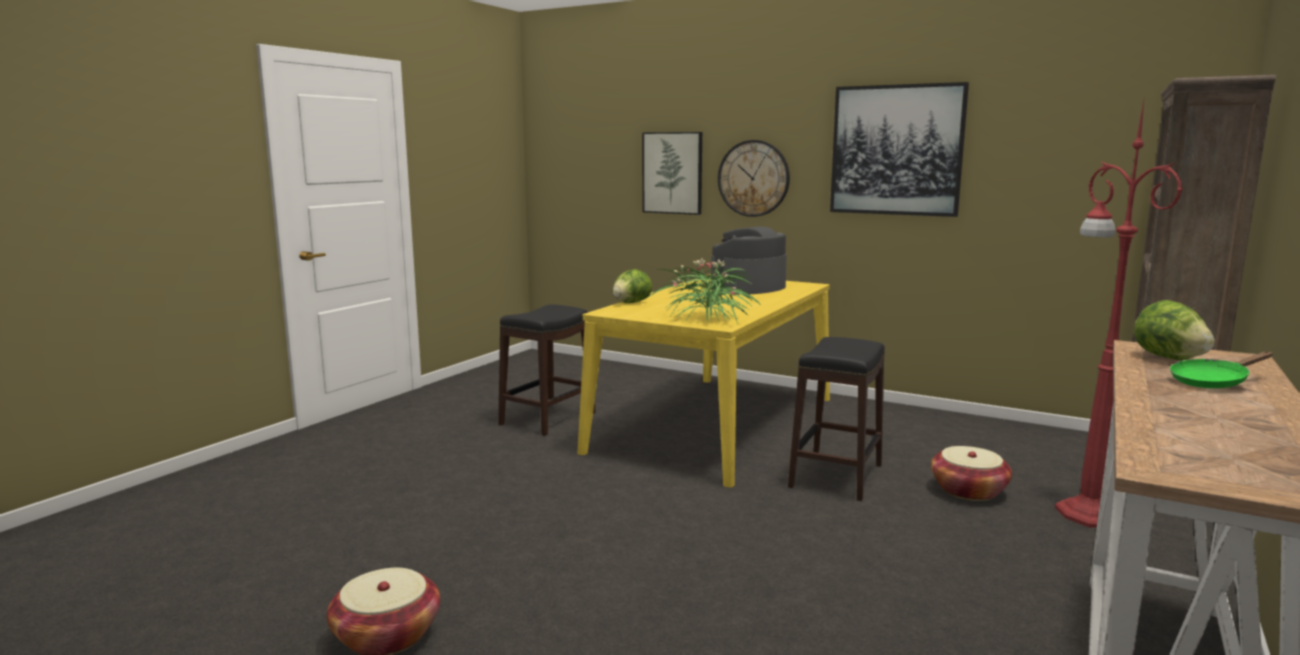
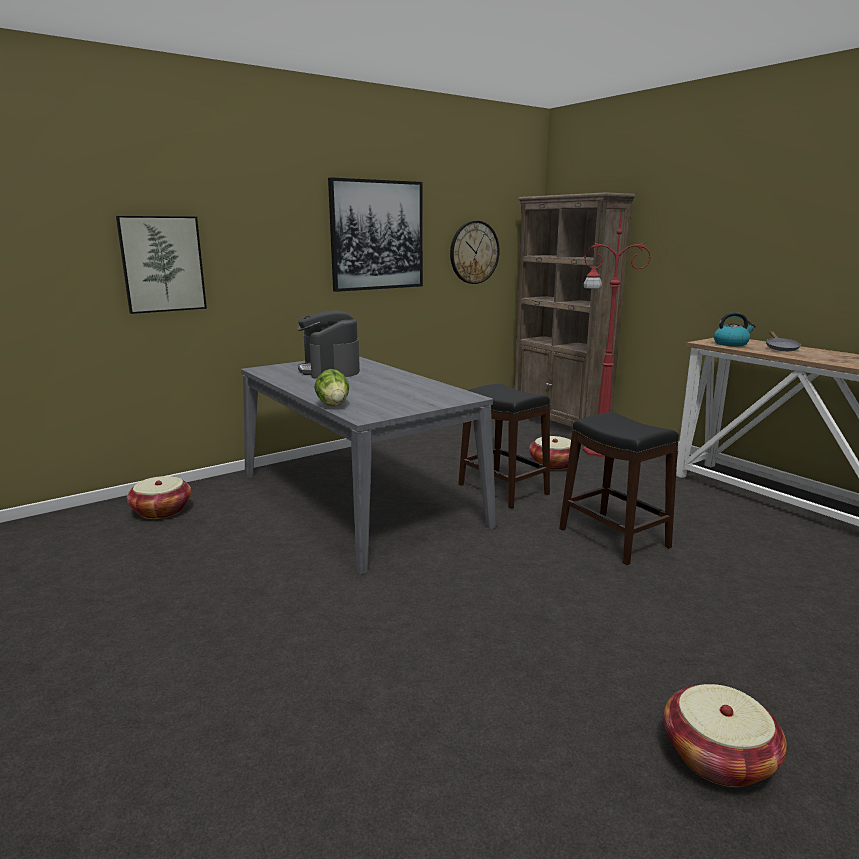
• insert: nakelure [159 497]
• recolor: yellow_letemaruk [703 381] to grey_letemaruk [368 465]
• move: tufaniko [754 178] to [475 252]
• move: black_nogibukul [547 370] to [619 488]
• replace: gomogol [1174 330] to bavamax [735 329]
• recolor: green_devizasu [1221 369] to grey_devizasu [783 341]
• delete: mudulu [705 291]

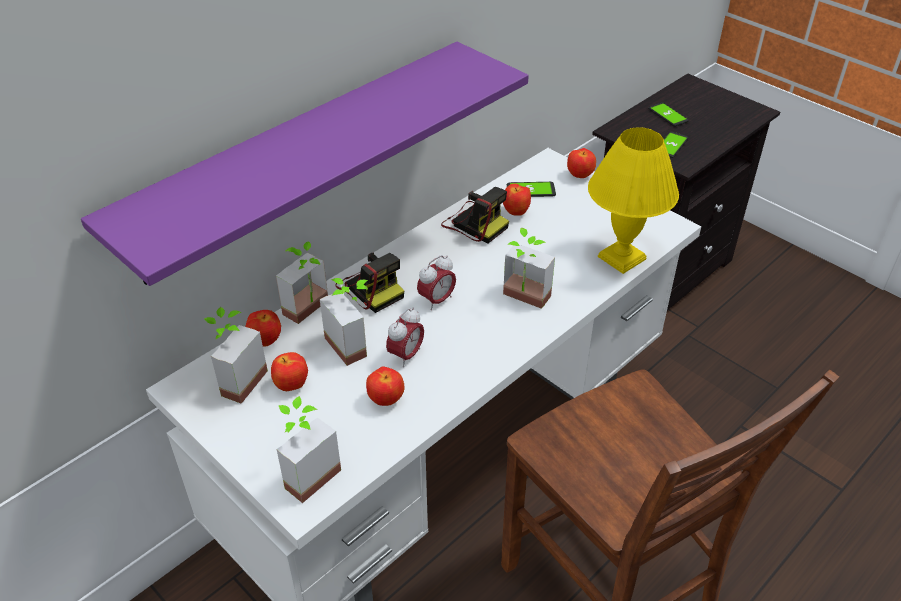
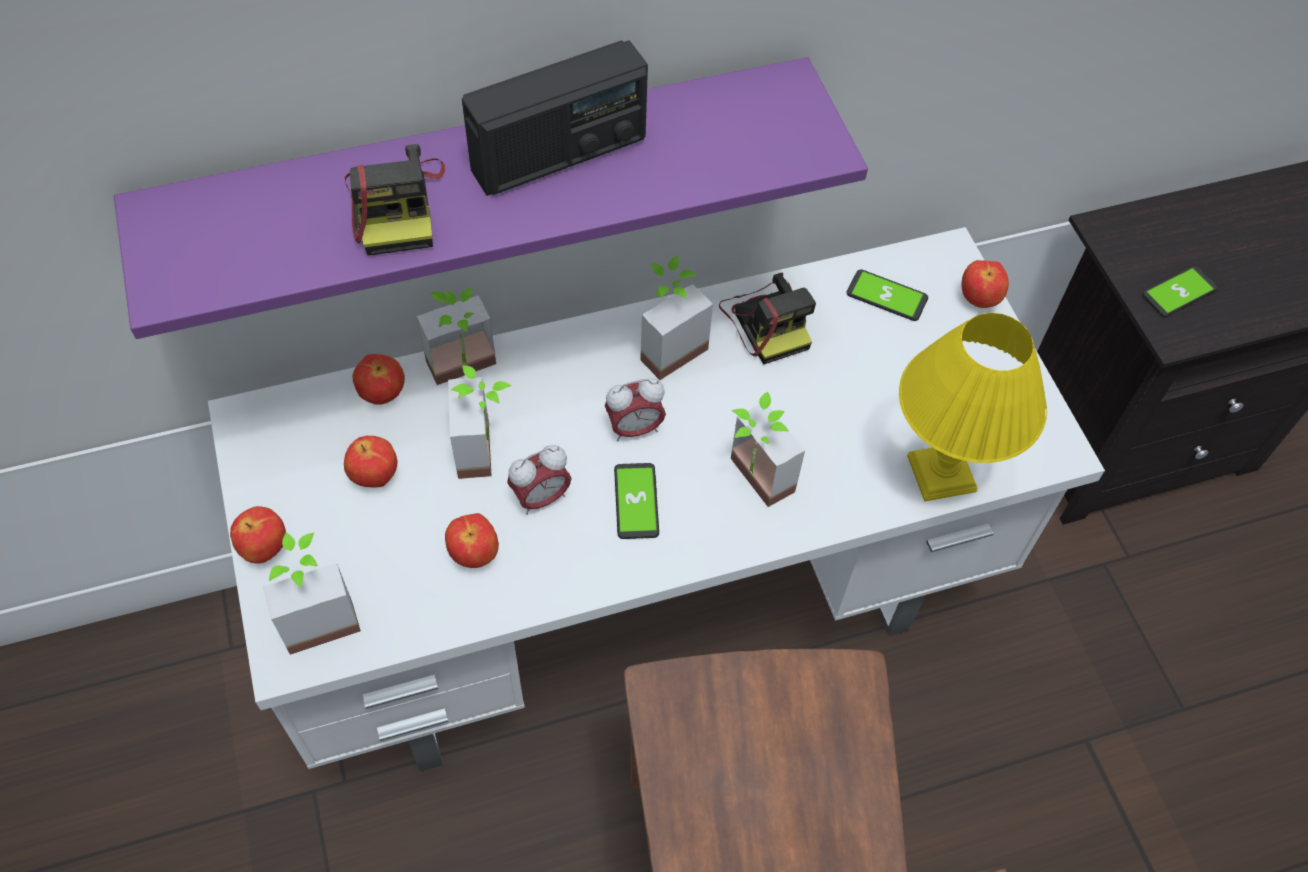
• move: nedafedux [517 200] to [258 535]
• move: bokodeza [369 282] to [394 200]
• insert: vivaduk [555 118]
• move: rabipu [668 114] to [636 501]
• move: mudulu [236 355] to [676 318]

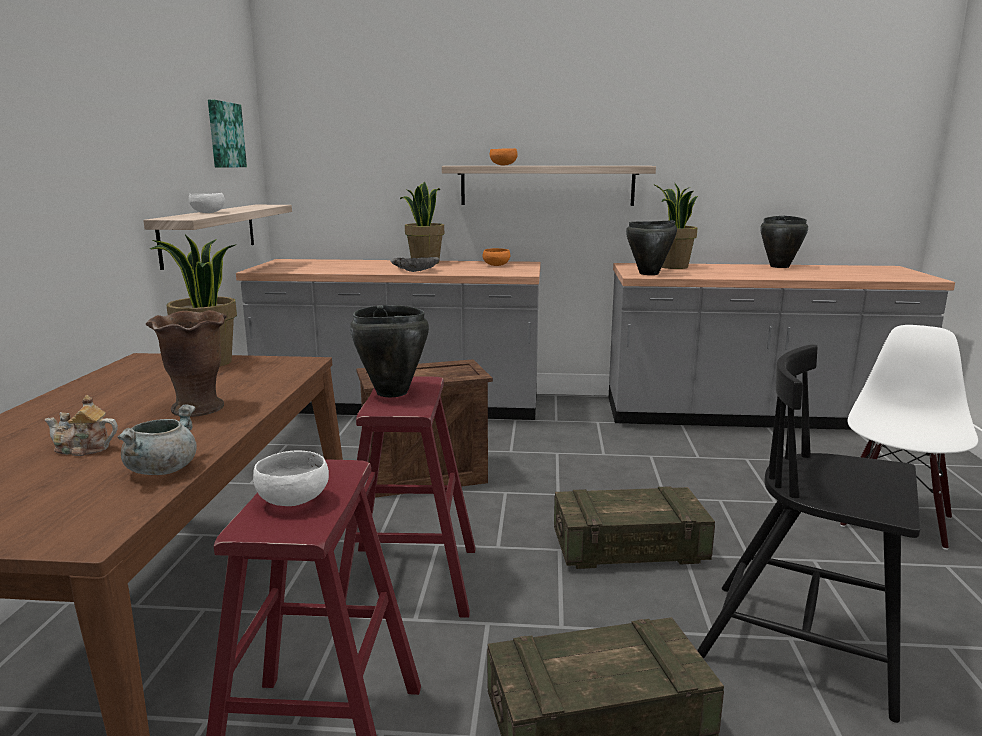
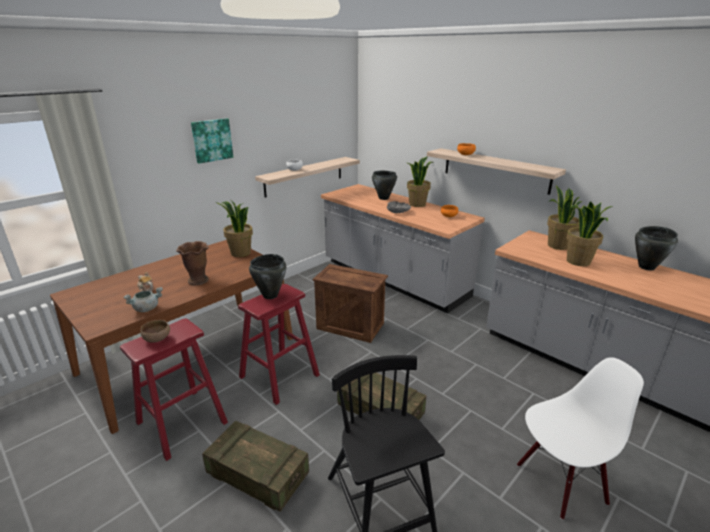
• recolor: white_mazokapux [291 478] to brown_mazokapux [155 331]
• move: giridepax [227 134] to [212 141]
• move: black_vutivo [651 247] to [384 185]
• insert: mudulu [589 233]

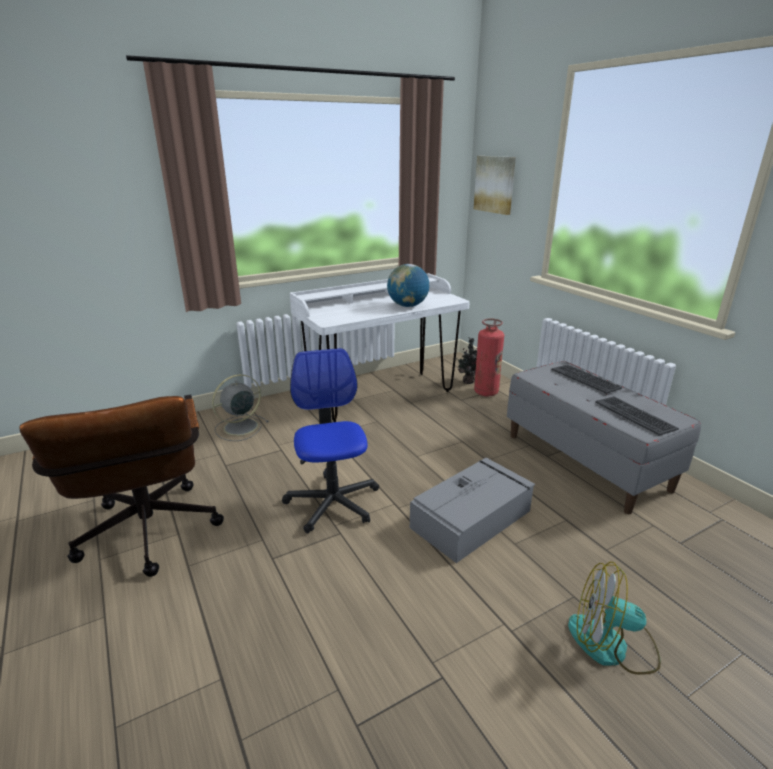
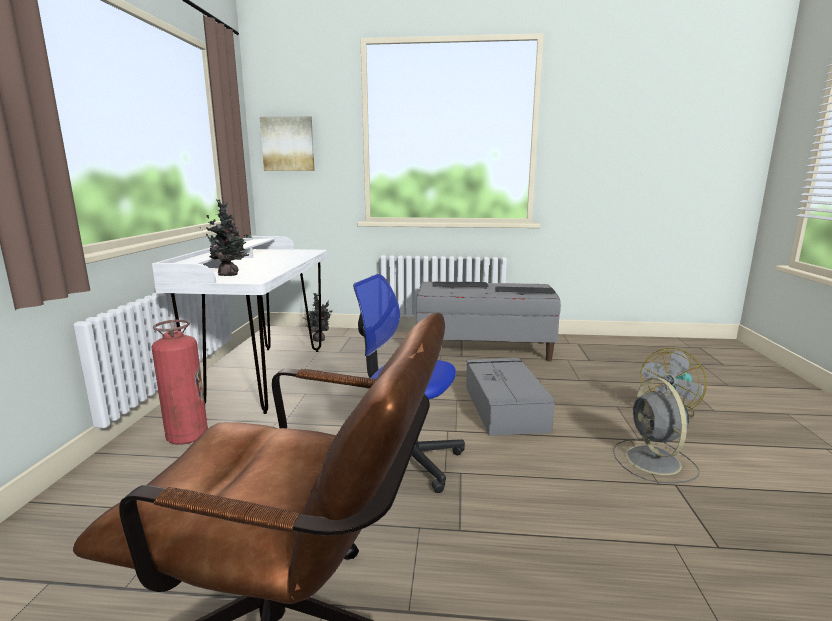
• move: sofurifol [489 357] to [179 382]
• insert: mudulu [229 238]
• move: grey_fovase [240 407] to [656 431]
• delete: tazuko [408 285]

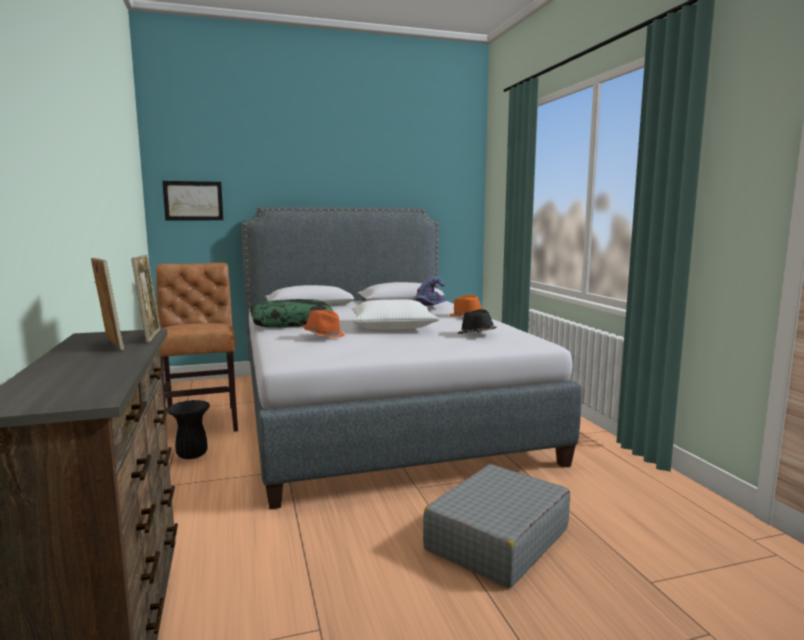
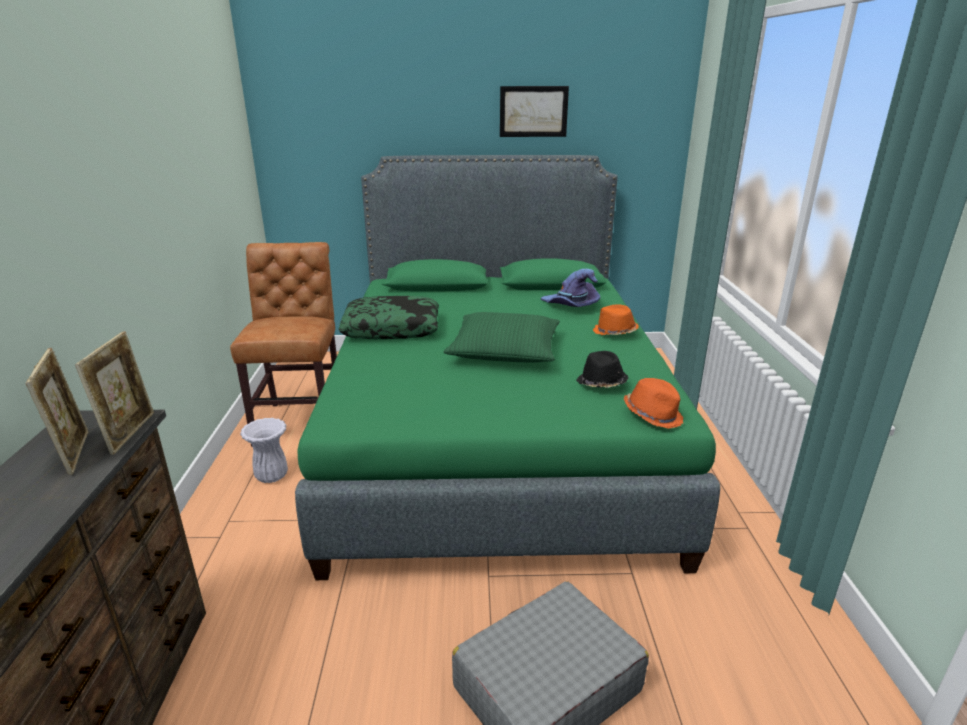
• recolor: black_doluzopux [189 429] to white_doluzopux [264 450]
• recolor: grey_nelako [411 358] to green_nelako [507 367]
• recolor: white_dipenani [396 314] to green_dipenani [501 337]
• move: giridepax [192 200] to [534 111]
• move: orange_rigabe [323 324] to [653 403]

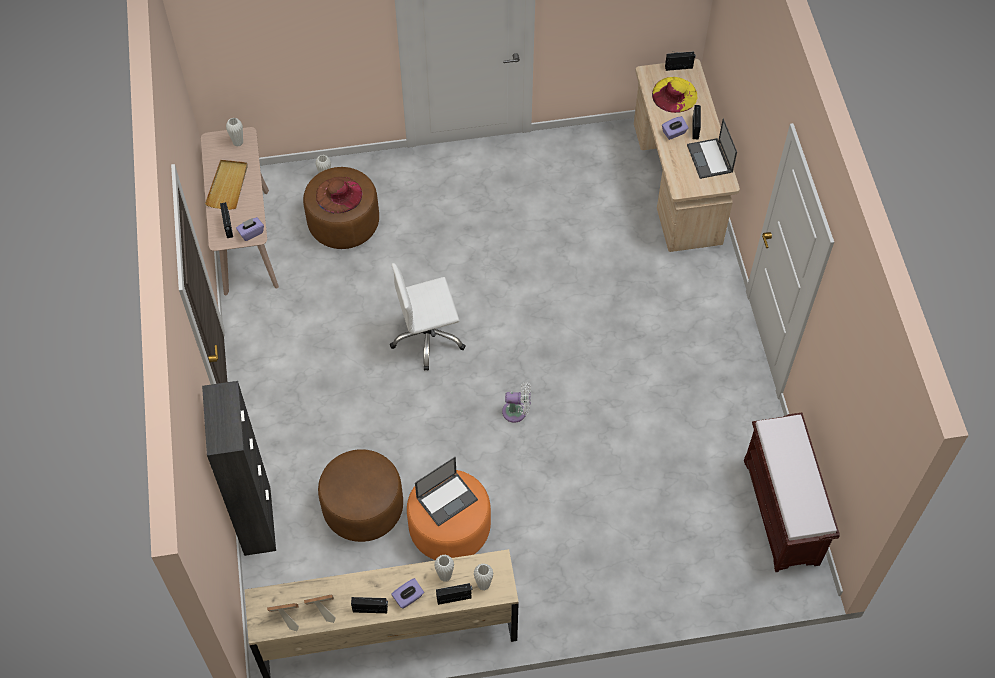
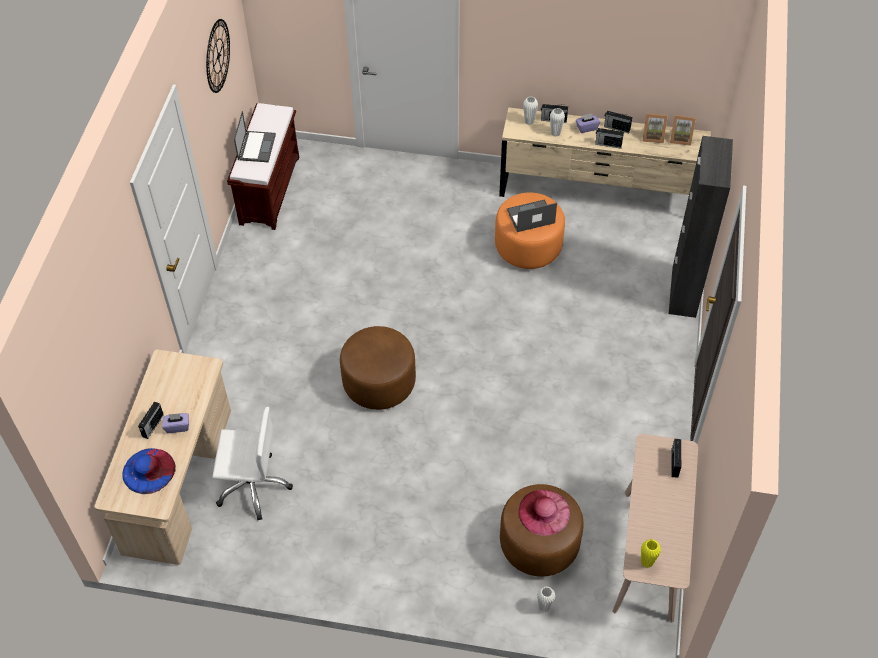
• recolor: yellow_rigabe [675 95] to blue_rigabe [149 471]
• insert: tufaniko [218 56]
• move: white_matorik [428 317] to [252 463]
• move: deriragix [712 148] to [255 137]
• move: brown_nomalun [360 495] to [378 368]
• recolor: brown_rigabe [339 195] to pink_rigabe [544 513]
• move: vivaduk [680 61] to [609 138]
• recolor: white_doluzopux [234 132] to yellow_doluzopux [651 553]
• delete: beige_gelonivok [226 185]
• delete: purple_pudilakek [250 229]
• delete: white_fovase [516 402]

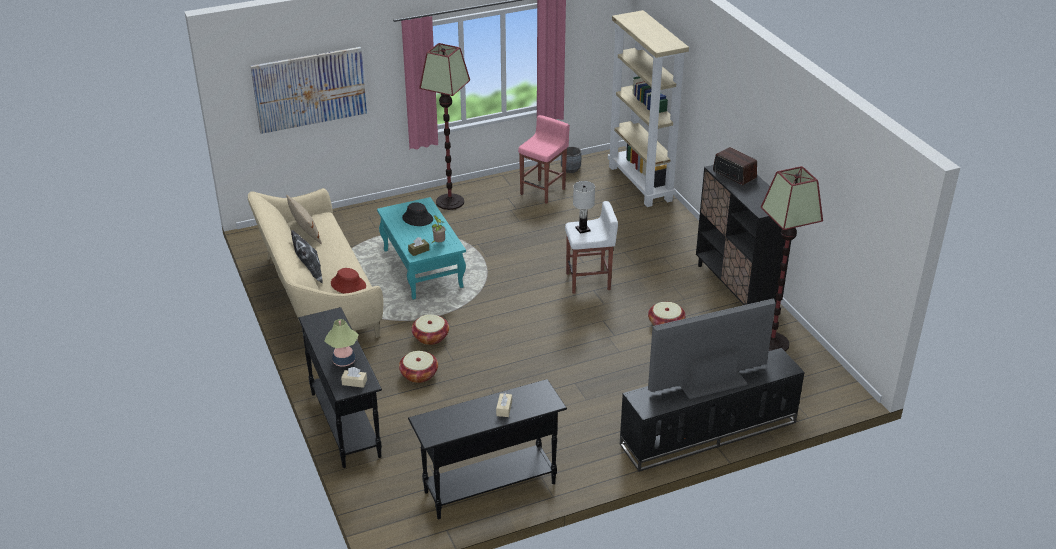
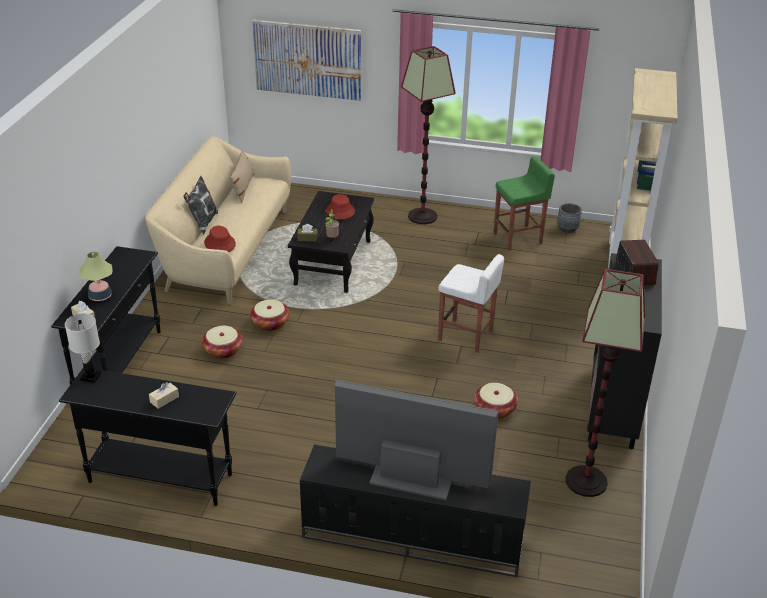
• move: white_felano [584 207] to [83 348]
• recolor: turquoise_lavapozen [421 248] to black_lavapozen [331 242]
• recolor: black_rigabe [417 214] to red_rigabe [340 206]
• recolor: pink_nogibukul [544 159] to green_nogibukul [524 204]

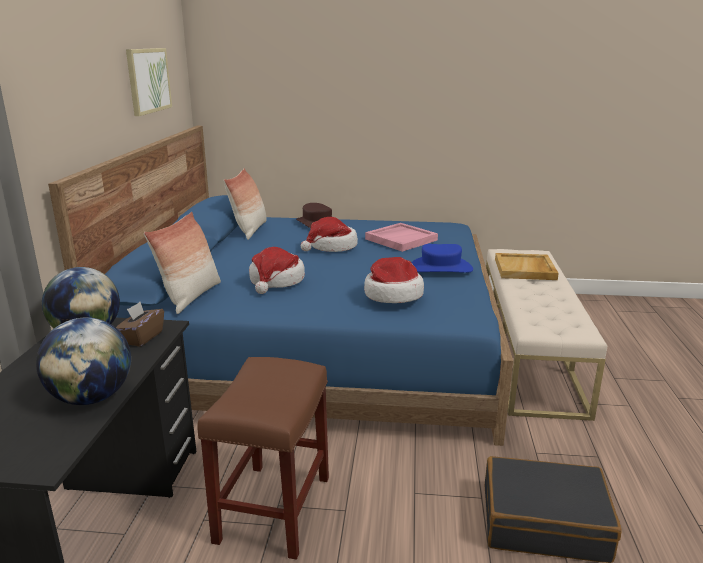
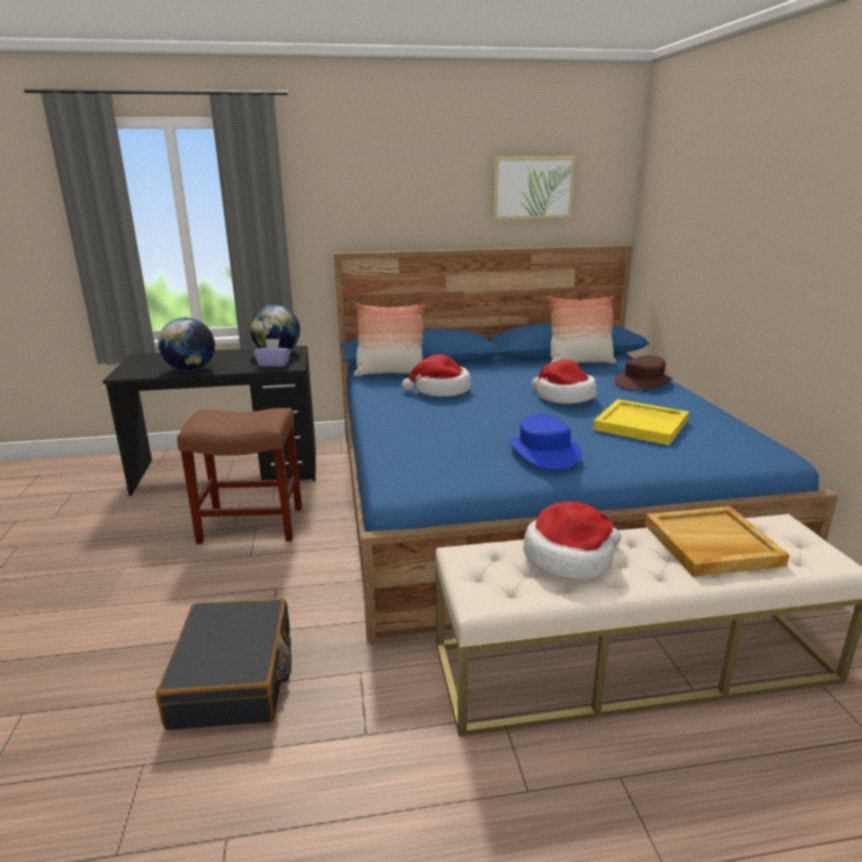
• recolor: brown_pudilakek [140 324] to purple_pudilakek [272 353]
• move: rigabe [394 280] to [572 541]
• recolor: pink_gelonivok [401 237] to yellow_gelonivok [641 422]

